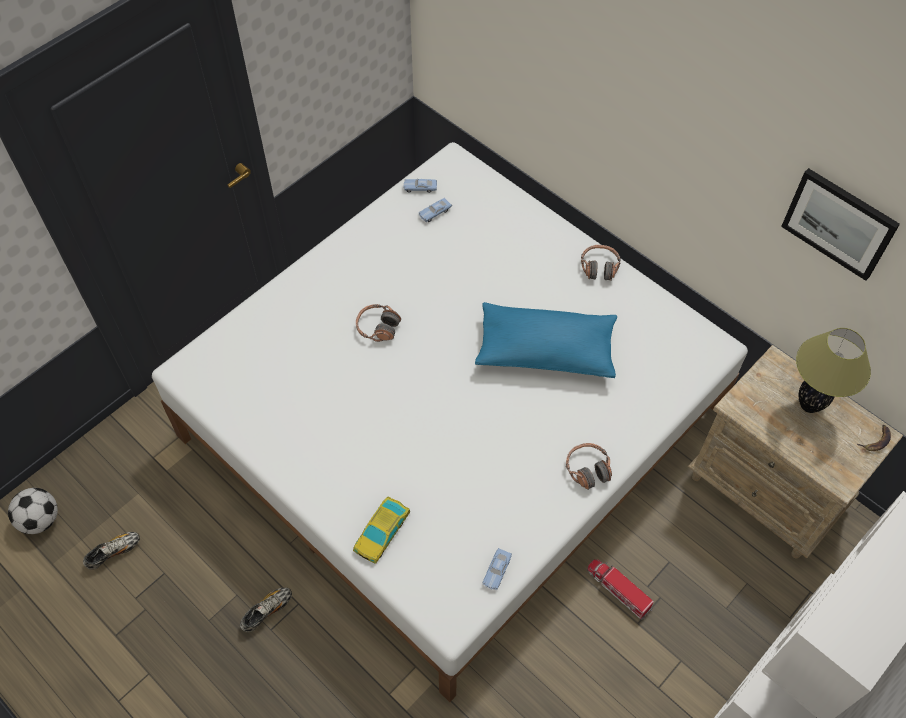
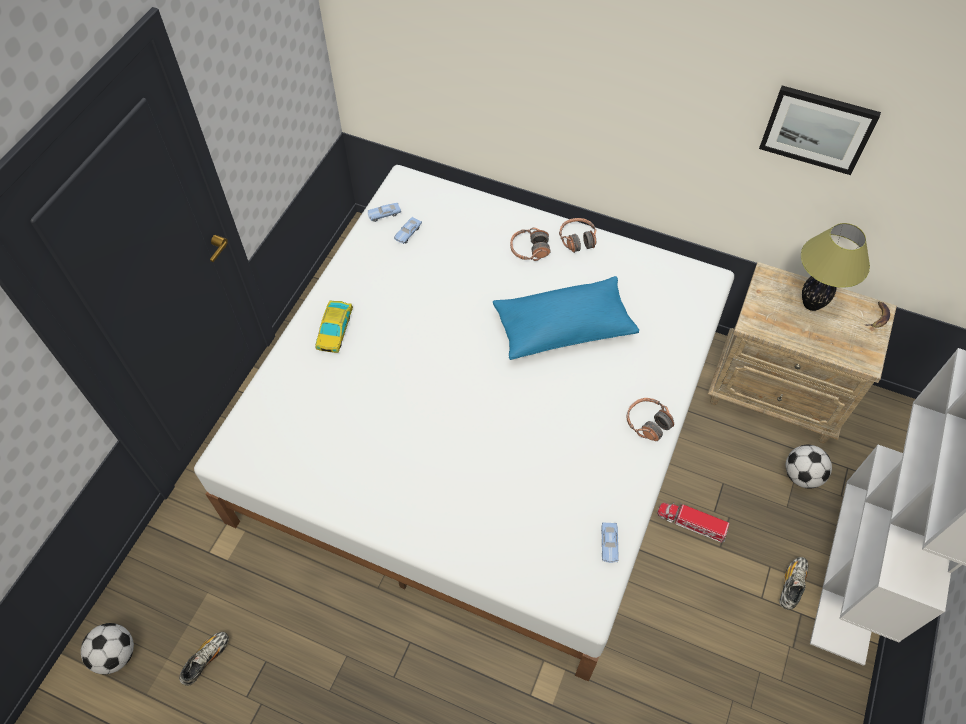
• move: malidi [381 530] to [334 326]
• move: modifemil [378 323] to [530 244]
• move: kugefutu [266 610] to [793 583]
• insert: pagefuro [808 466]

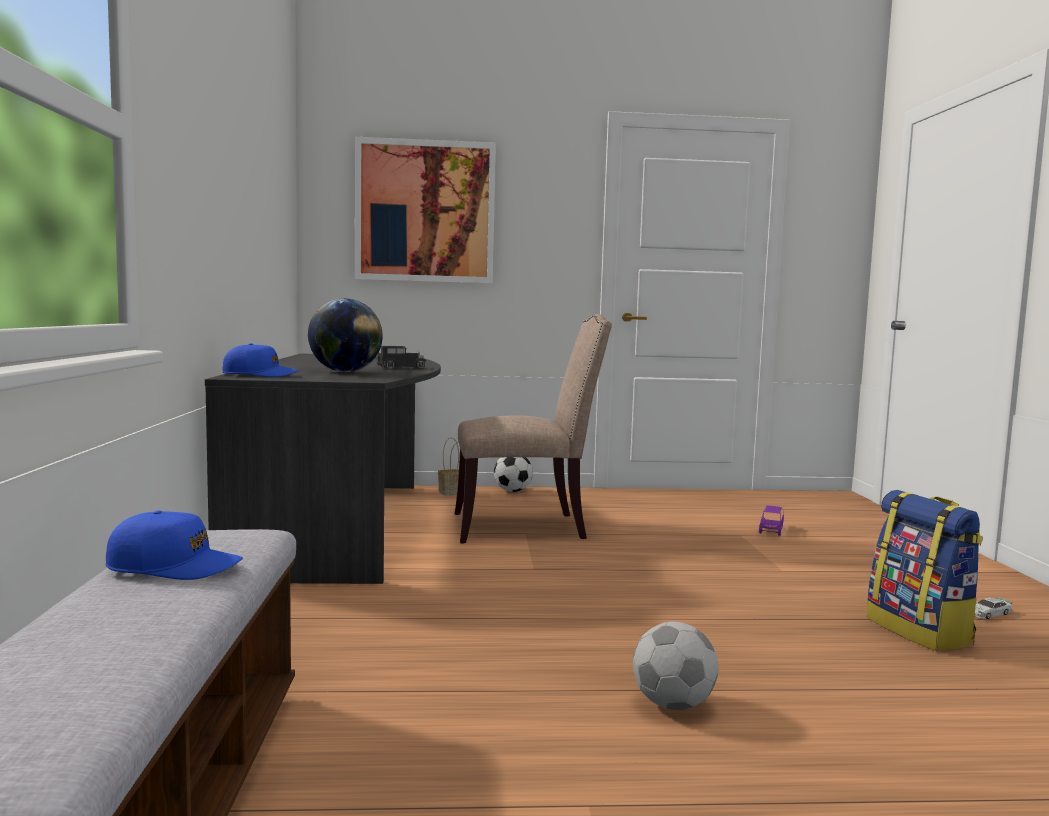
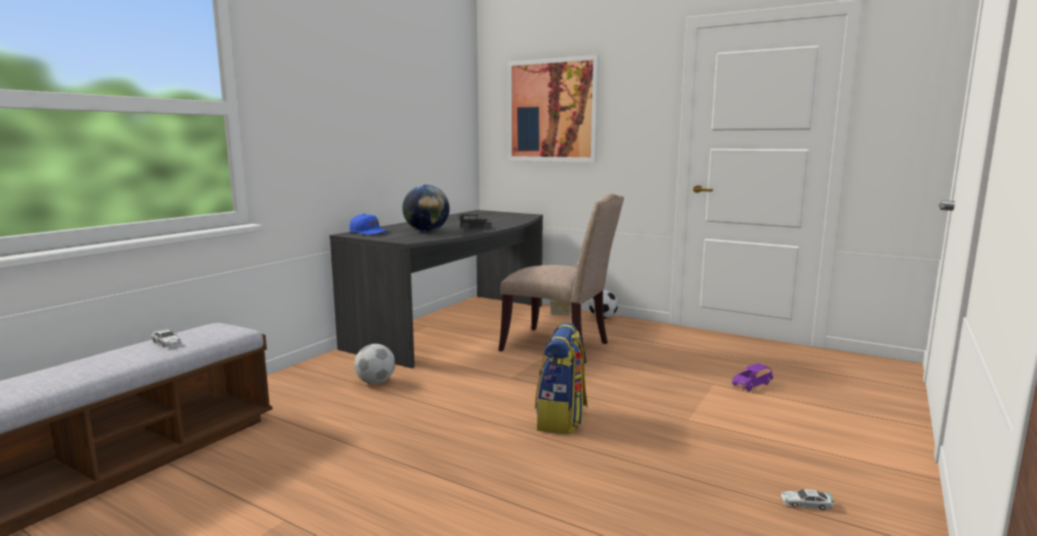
• replace: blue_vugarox [174 545] to malidi [166 338]
• move: pagefuro [676 666] to [374 364]
• move: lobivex [924 570] to [561 379]

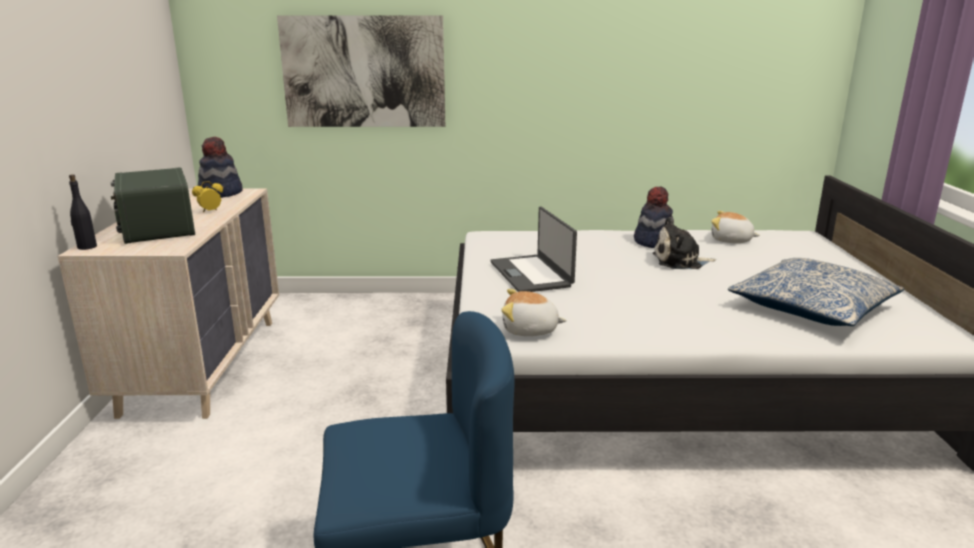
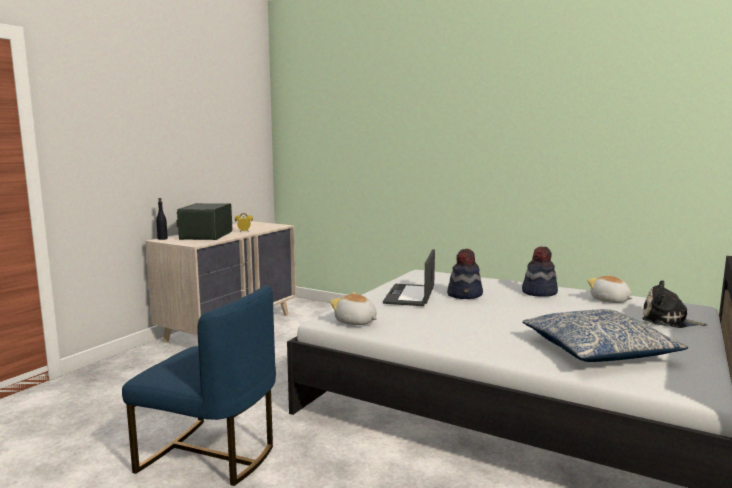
• move: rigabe [220 167] to [465 274]
• move: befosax [684 243] to [674 304]
• delete: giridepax [361 71]

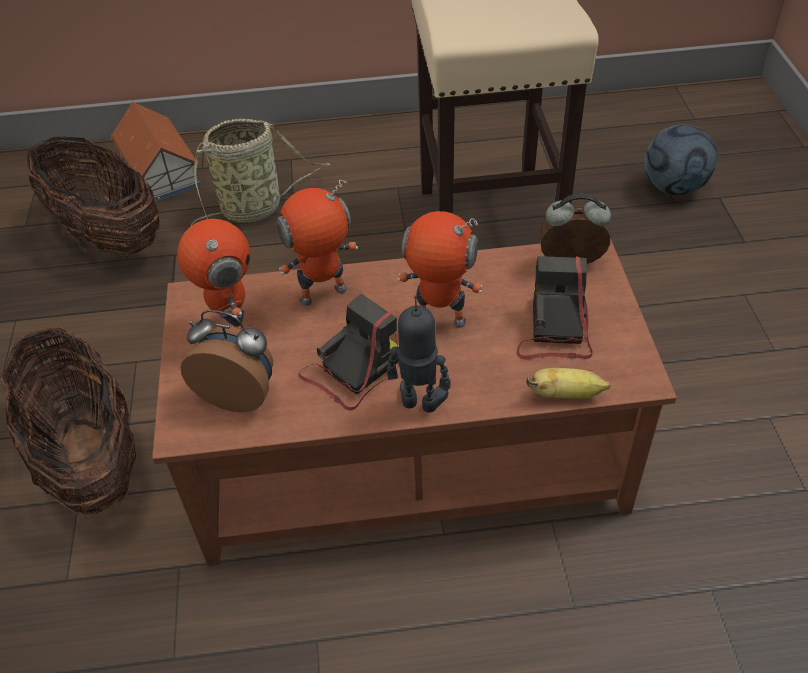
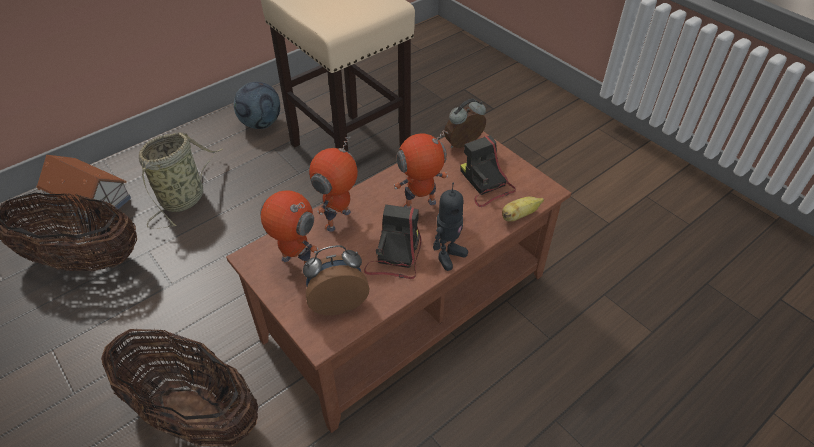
• move: pagefuro [681 160] to [257 105]
• rotate: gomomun [419 354] = [450 227] 150 degrees clockwise

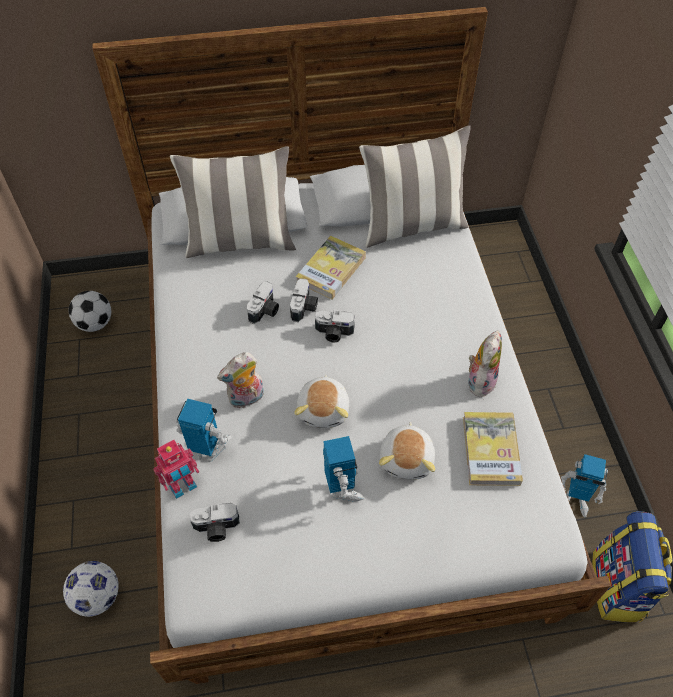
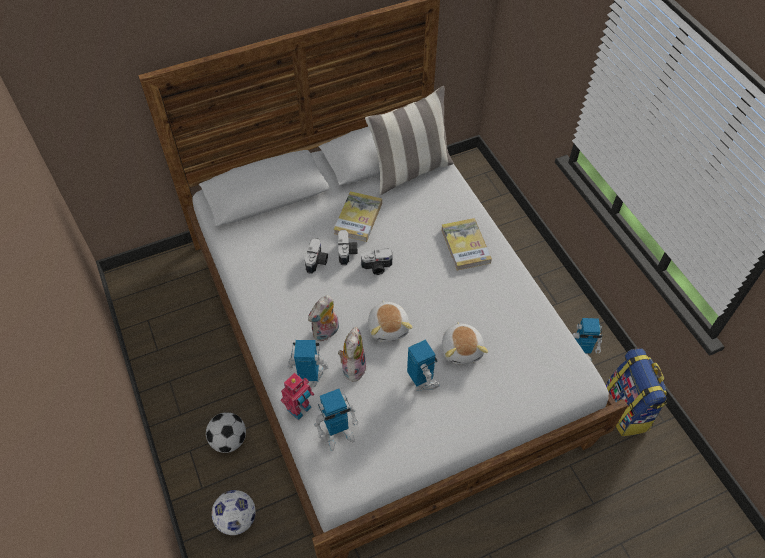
• move: pagefuro [90 311] to [226 432]
• replace: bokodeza [215 522] to gomomun [336 420]
• move: befosax [485 364] to [352 354]
• move: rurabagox [493 449] to [466 244]
• delete: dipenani [233 202]

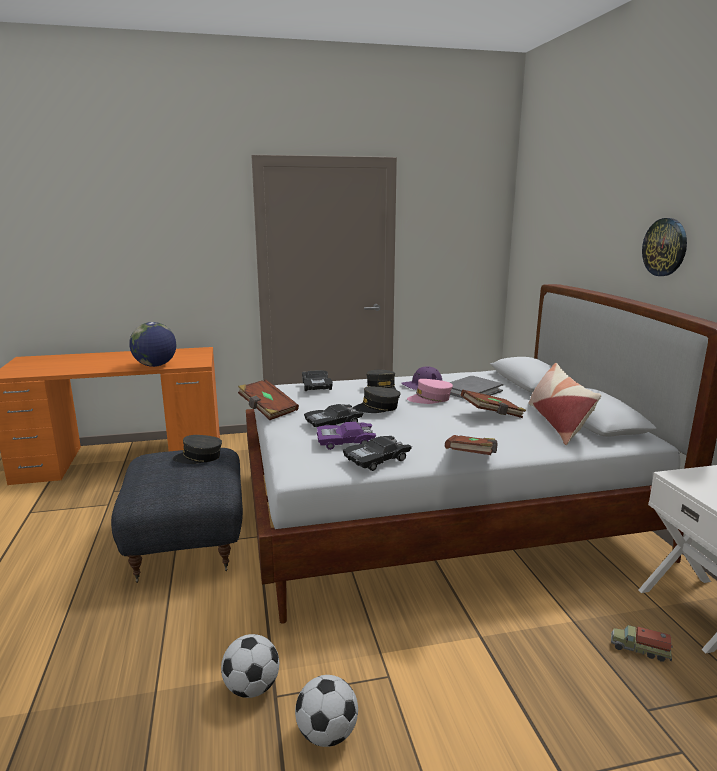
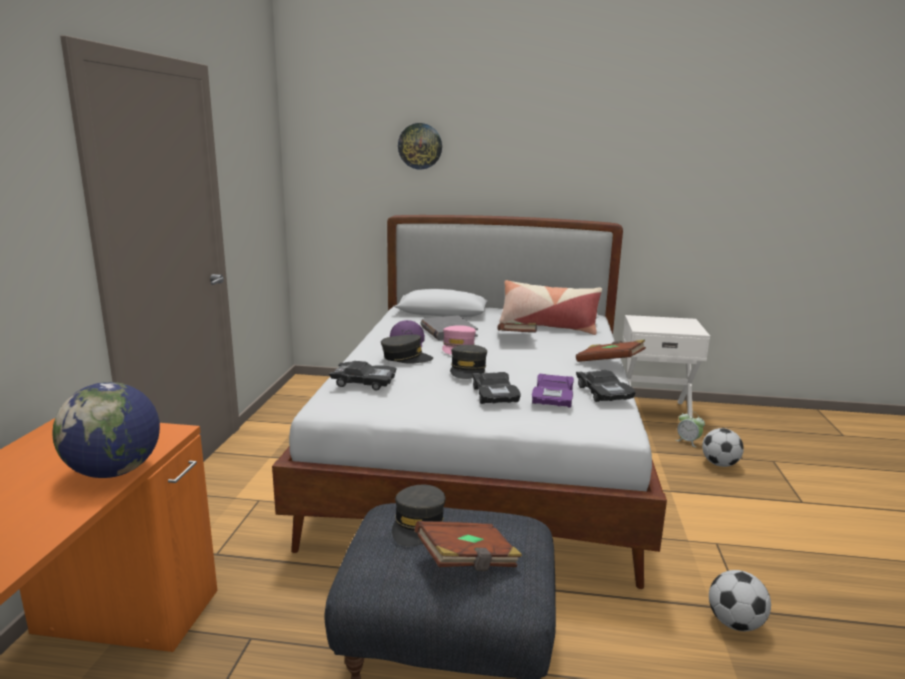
• move: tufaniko [664 247] to [420 146]
• move: brown_rurabagox [268 399] to [468 546]
• replace: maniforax [642 643] to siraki [690 429]
• move: pagefuro [326 711] to [723 447]

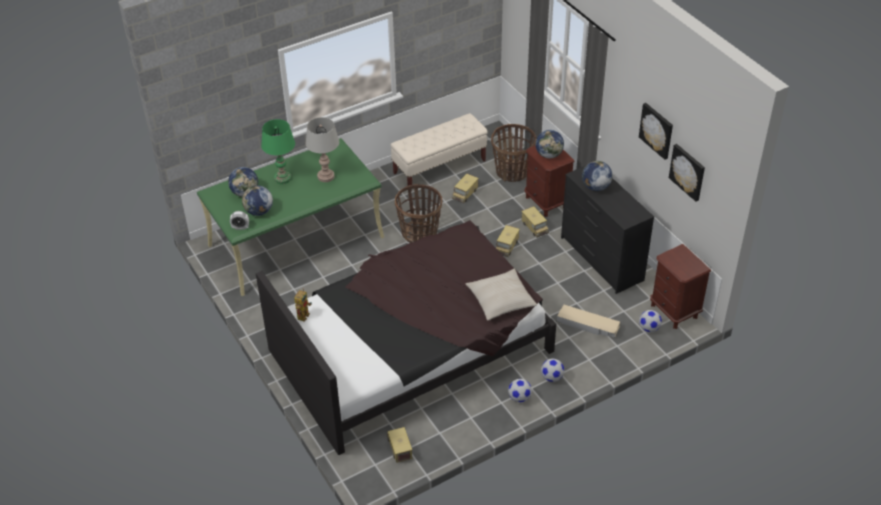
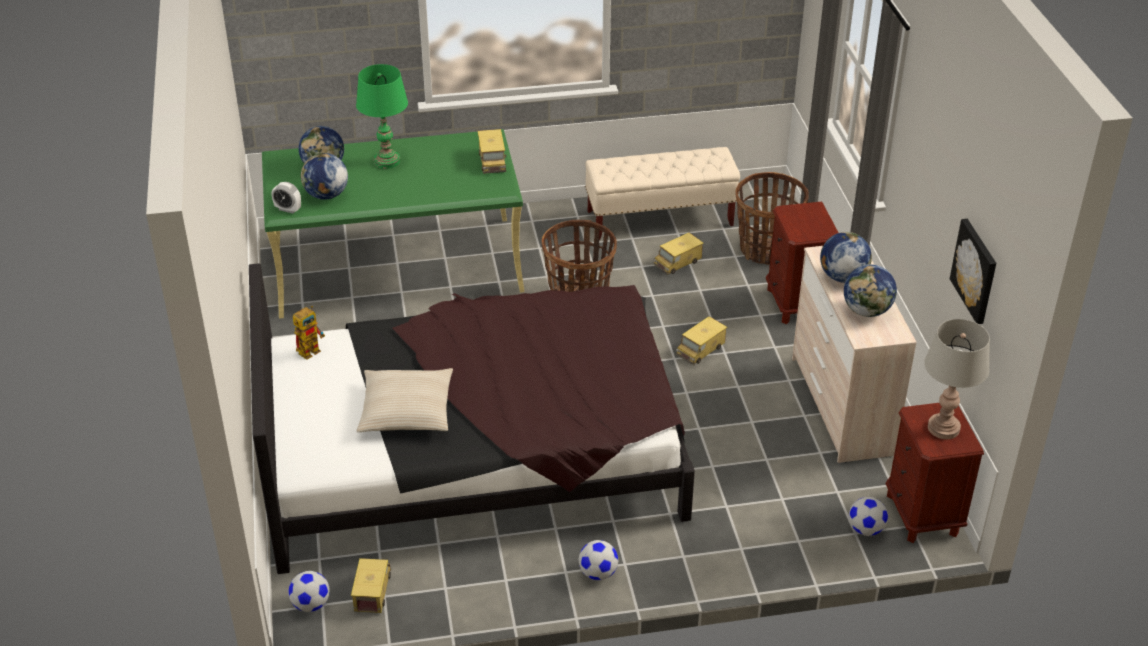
• move: pagefuro [552 370] to [309 591]
• move: beige_dipenani [501 294] to [405 400]
• move: maniforax [535 222] to [492 151]
• recolor: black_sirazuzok [607 230] to beige_sirazuzok [854 354]
• move: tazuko [549 144] to [870 290]
• move: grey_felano [322 149] to [957 379]
• delete: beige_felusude [588 321]
• delete: giridepax [656 131]

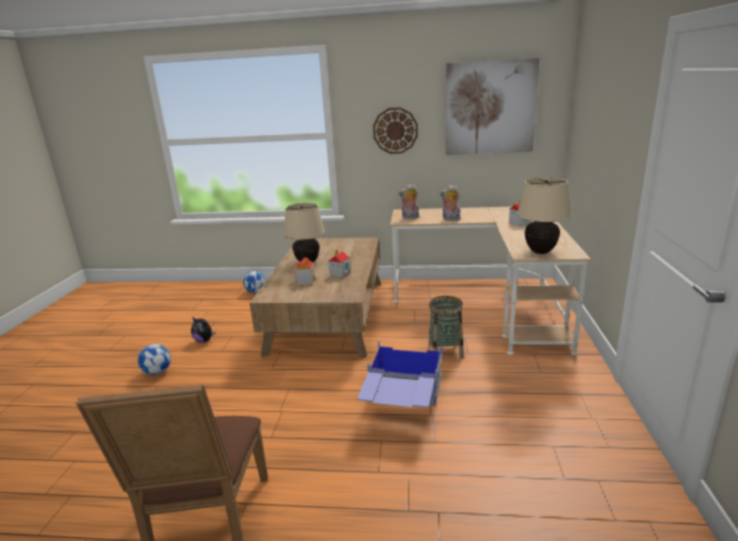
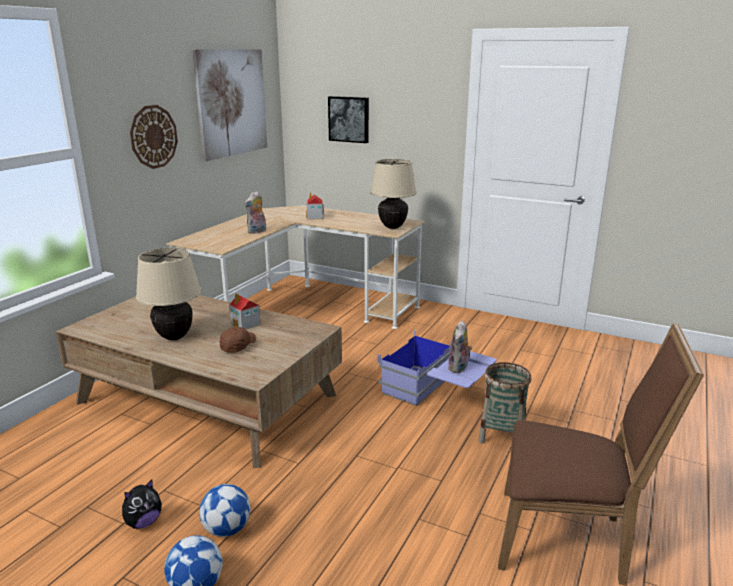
• move: pagefuro [254 282] to [224 510]
• replace: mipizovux [305 271] to brown_vugarox [237 340]
• insert: giridepax [348 119]
• move: befosax [408 201] to [460 347]
• move: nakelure [446 327] to [505 403]

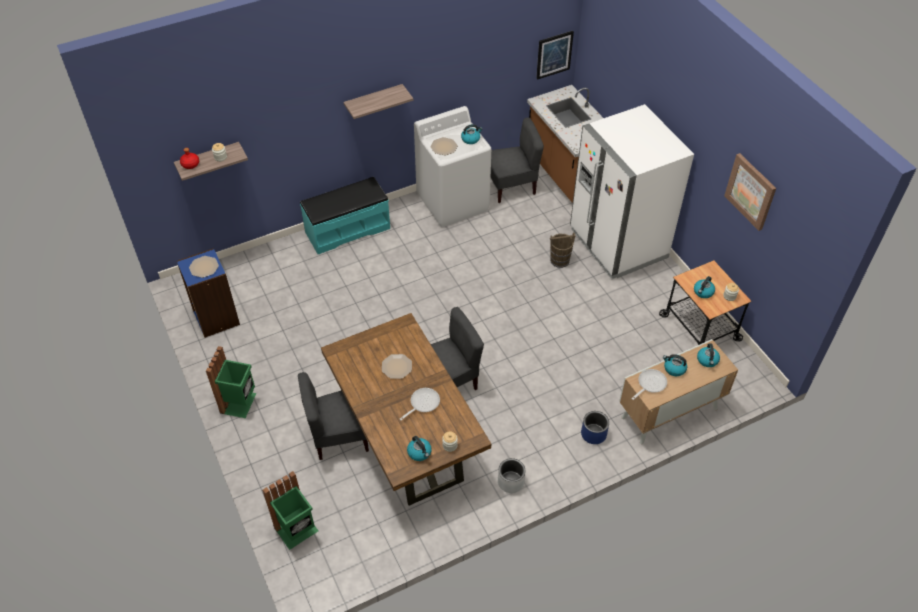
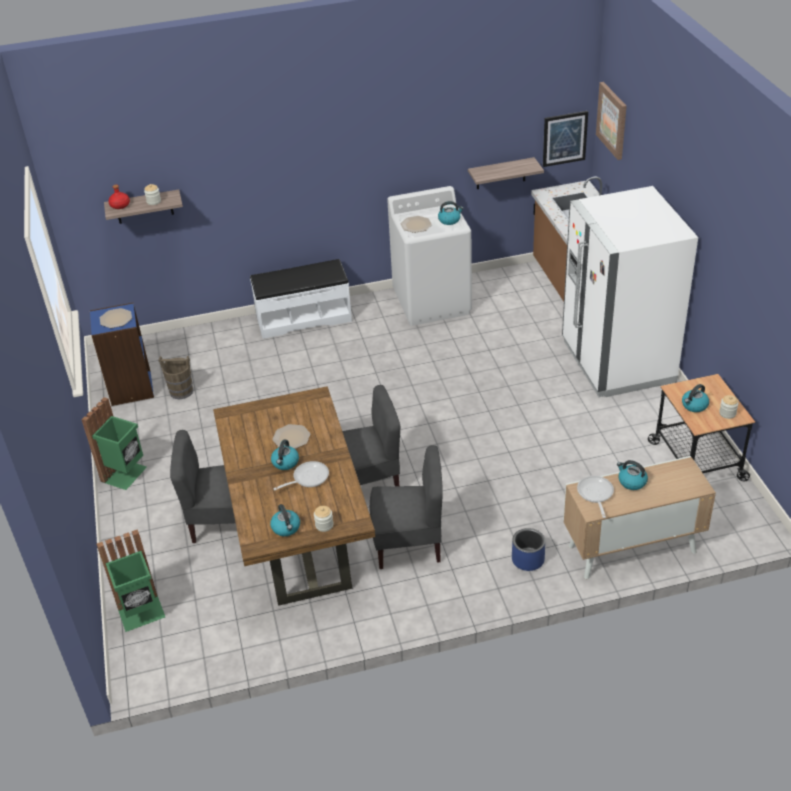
• move: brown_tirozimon [563 250] to [176 377]
• recolor: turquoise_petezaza [345 215] to white_petezaza [301 299]
• move: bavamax [708 355] to [285 455]
• move: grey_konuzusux [517 160] to [406 507]
• move: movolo [378 101] to [506 173]
• rotate: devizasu [649 384] = [595 497] 60 degrees counterclockwise
• move: giridepax [750 192] to [611 121]
• delete: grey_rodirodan [511 475]

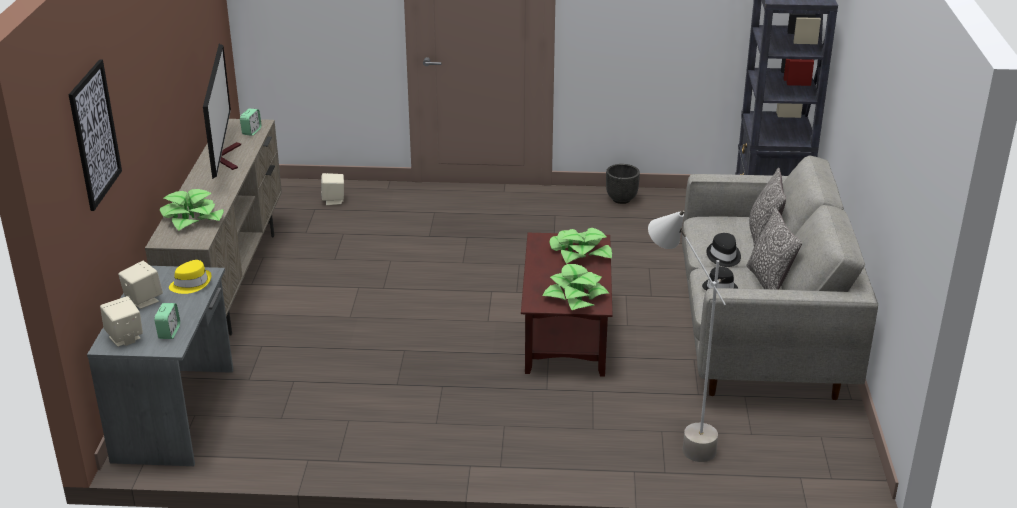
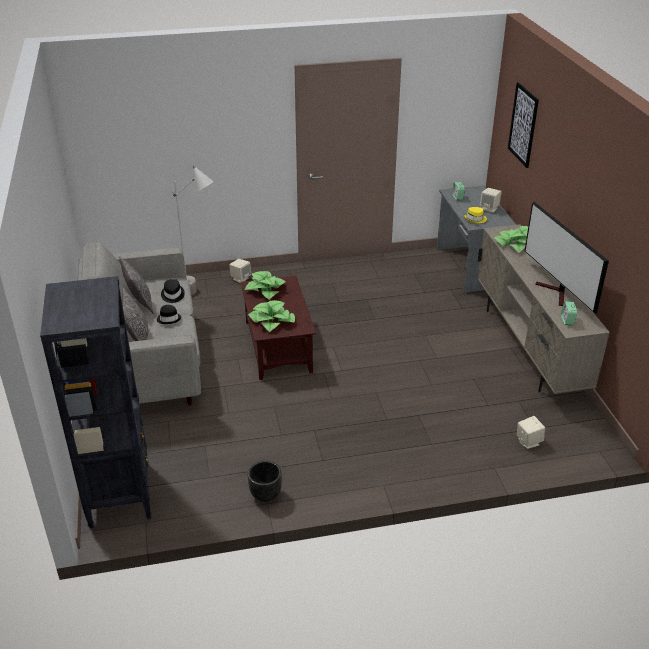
• move: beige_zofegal [121 321] to [240 271]

